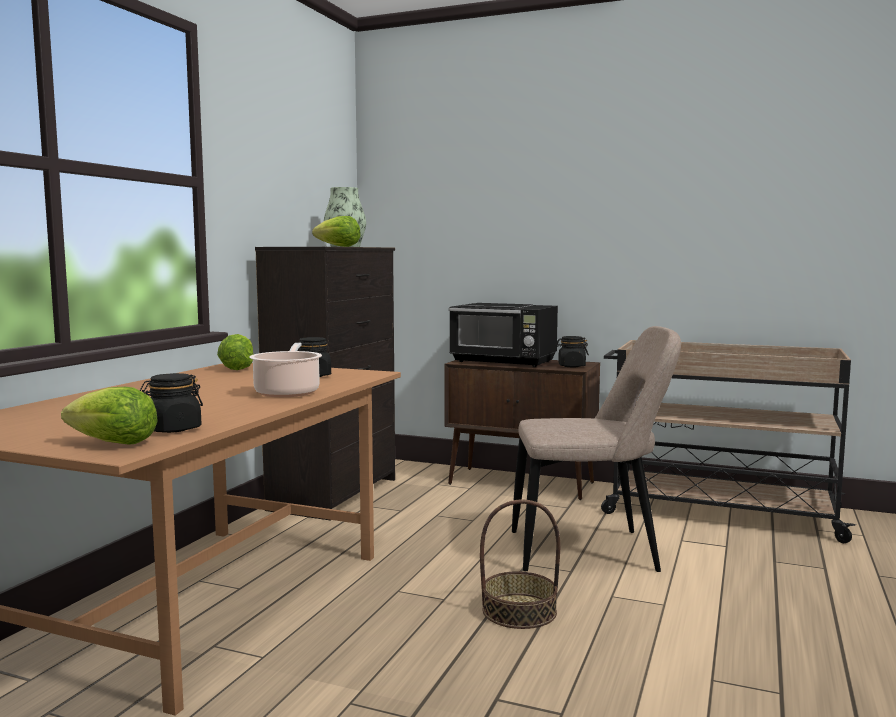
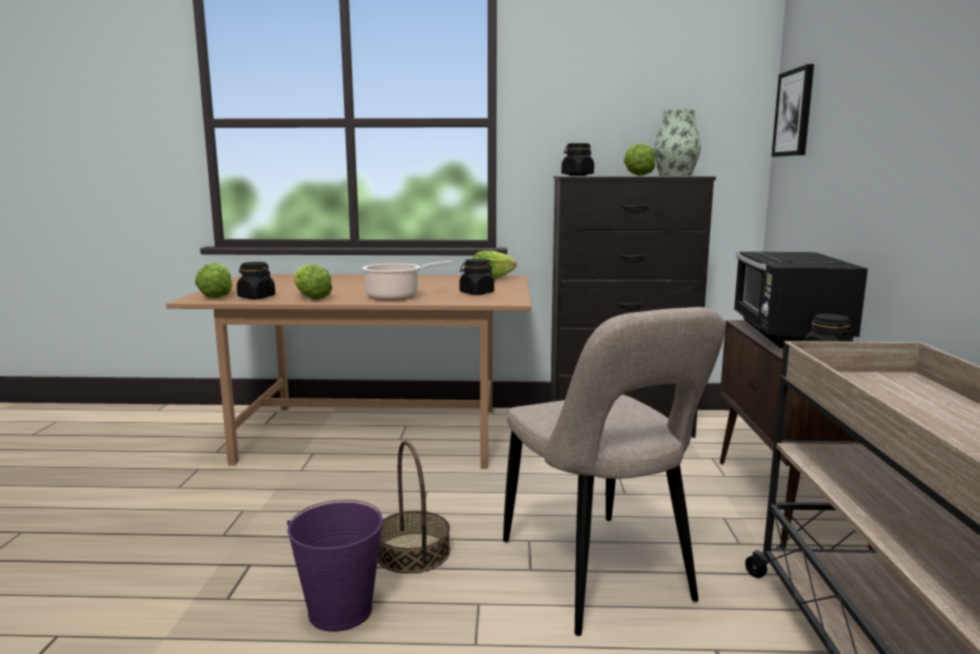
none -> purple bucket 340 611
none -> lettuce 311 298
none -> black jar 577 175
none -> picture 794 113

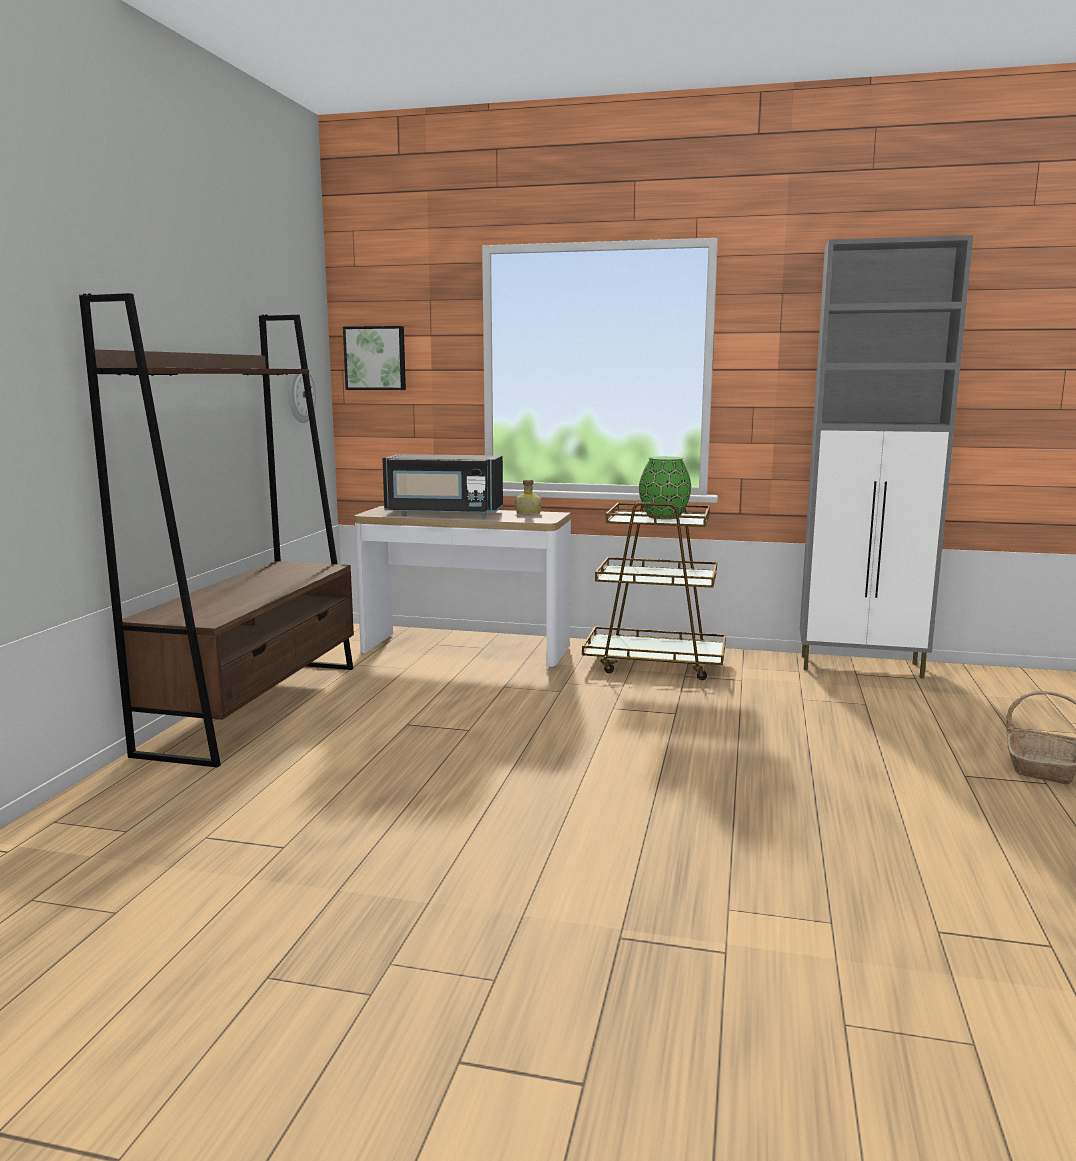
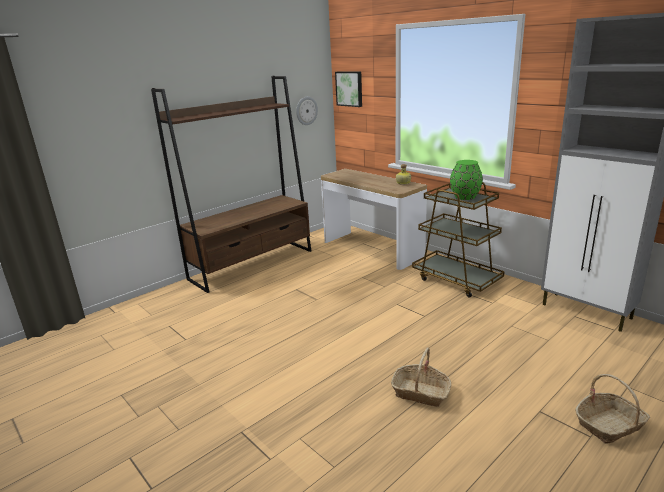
black microwave 443 513 -> none
none -> basket 420 392

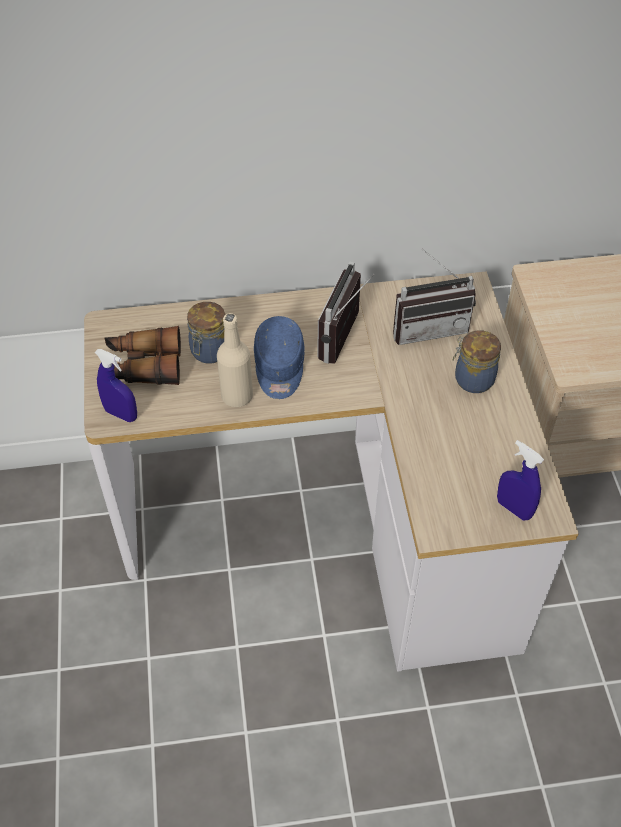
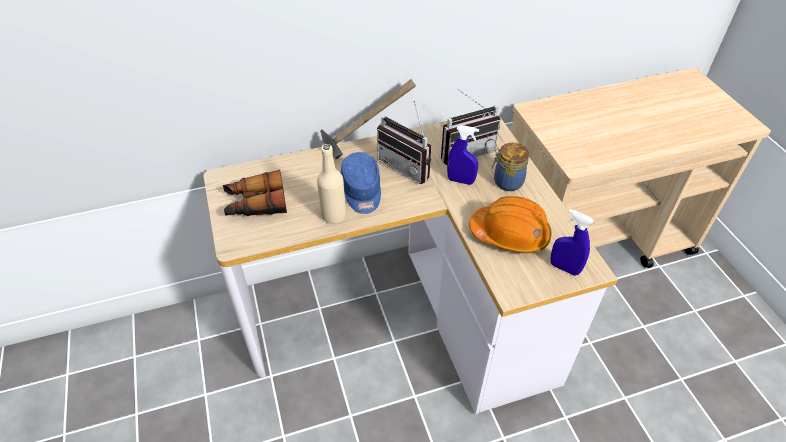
blue spray bottle 121 414 -> blue spray bottle 460 181, relocated
jar 209 352 -> none
radio 347 340 -> radio 408 166, 60 degrees counterclockwise
none -> hammer 365 142
none -> orange hard hat 510 234

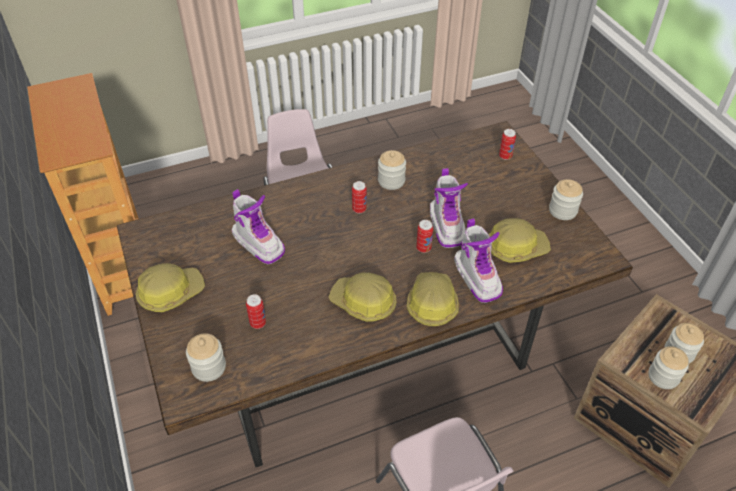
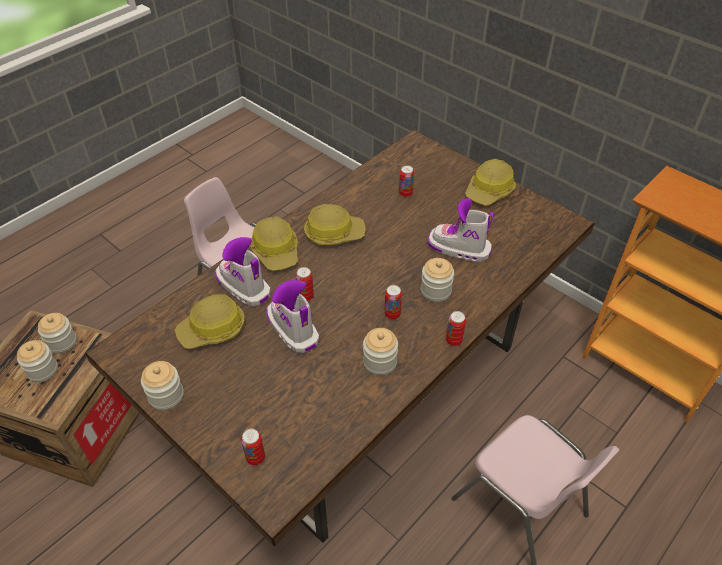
jar 209 367 -> jar 435 291, relocated
none -> can 453 341

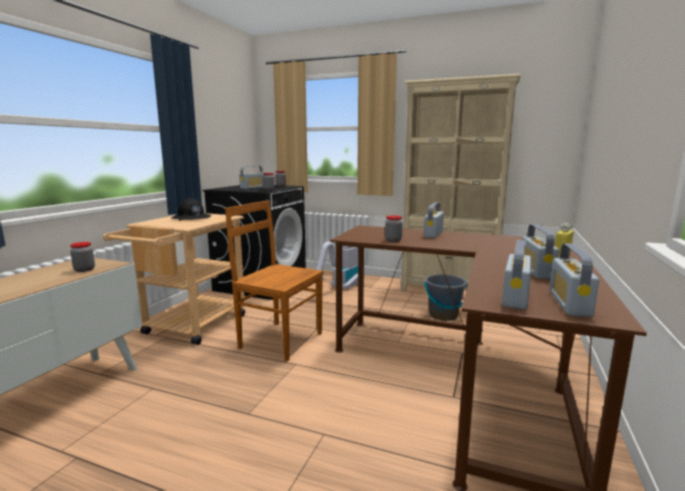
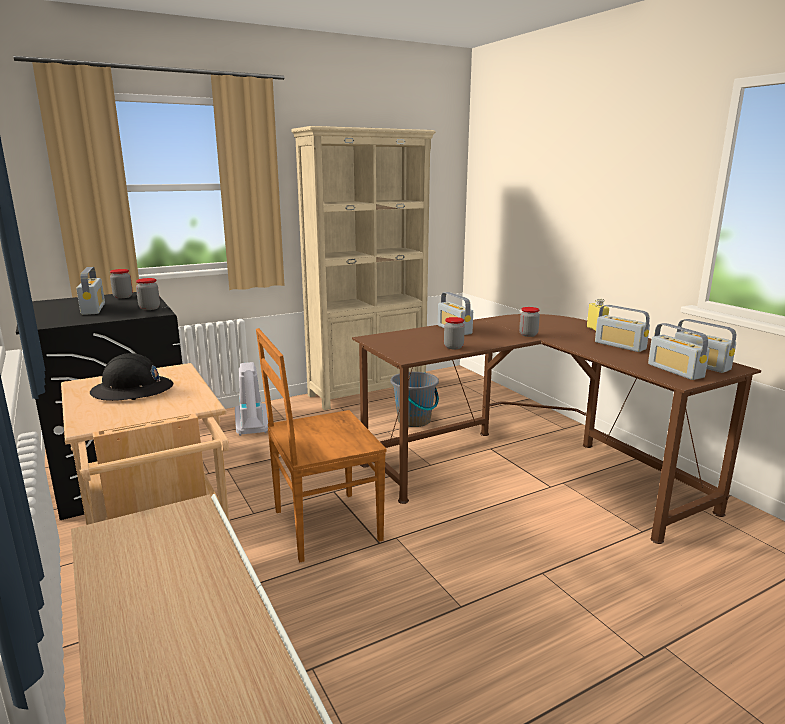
jar 84 270 -> jar 528 335, relocated

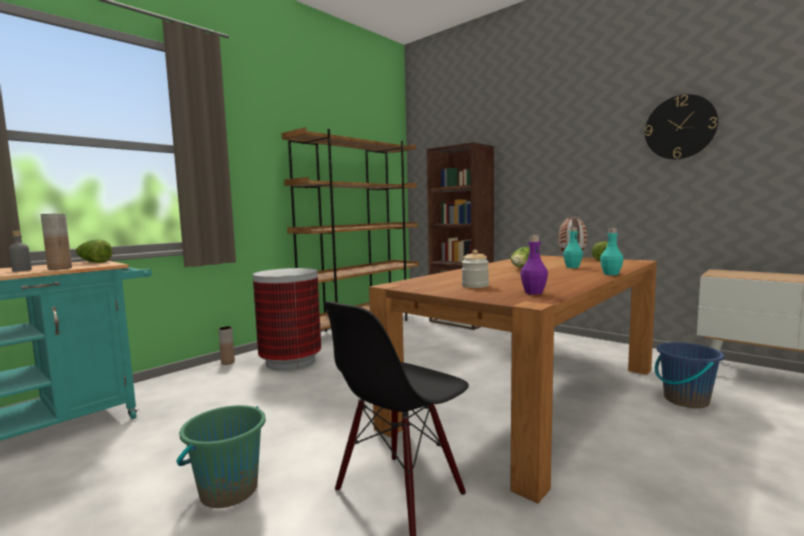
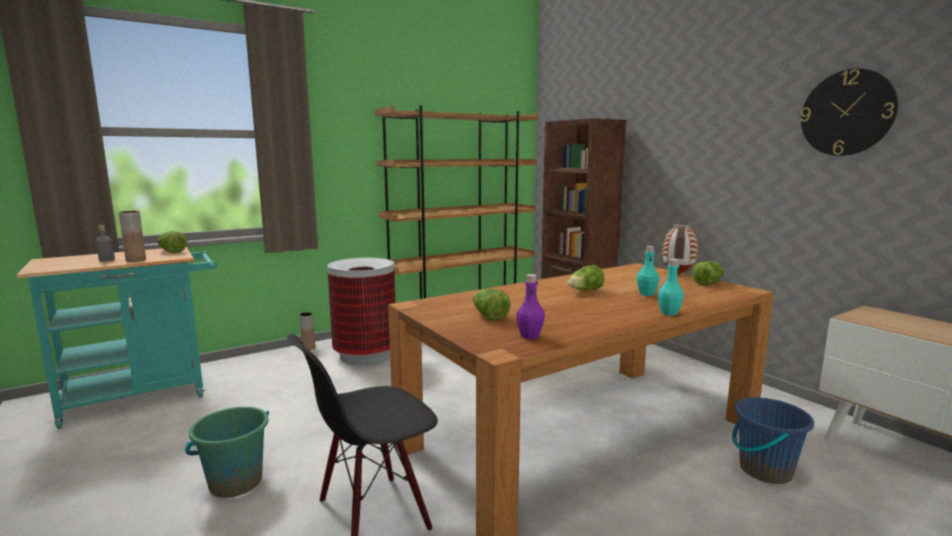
jar 475 286 -> lettuce 489 316

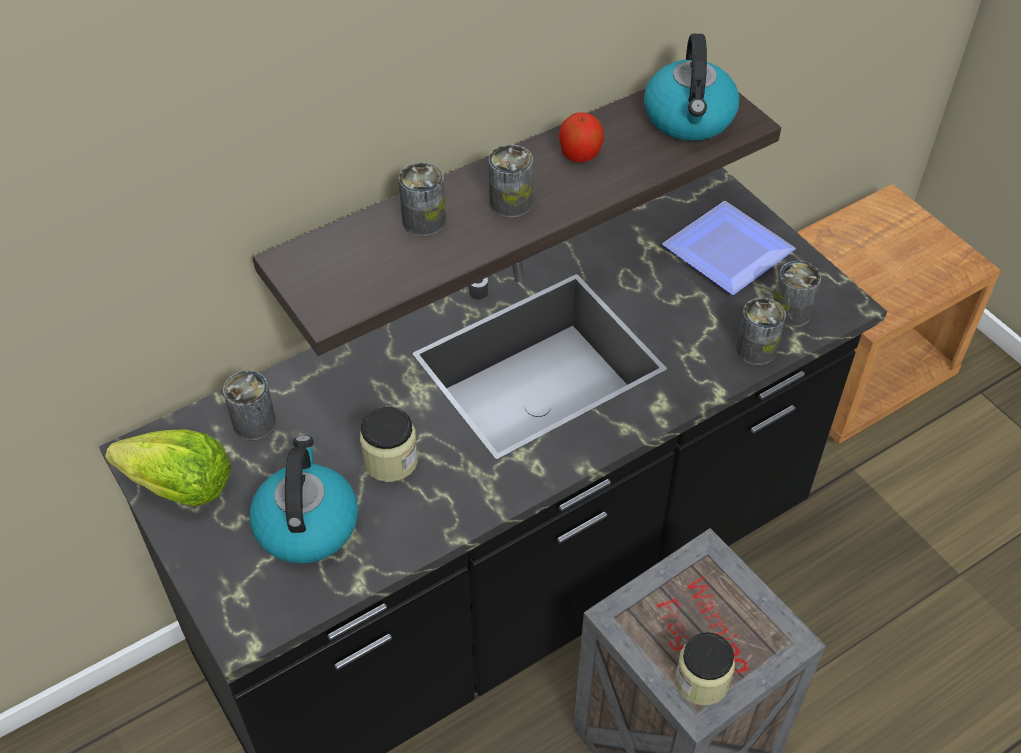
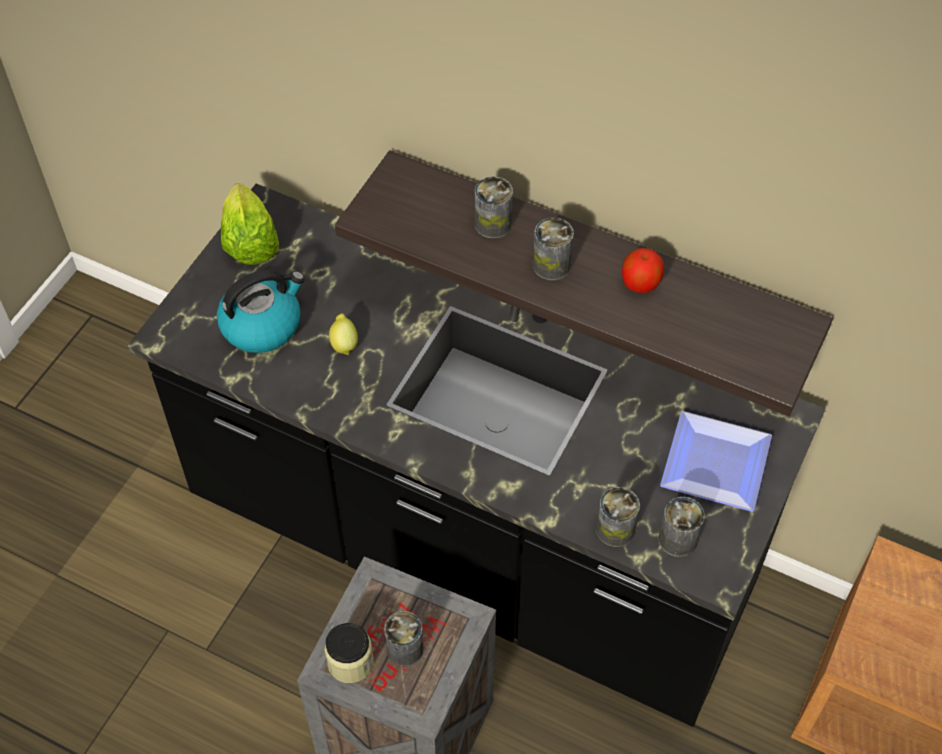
can 254 423 -> can 405 649, relocated
jar 390 460 -> lemon 344 343
kettle 689 119 -> none

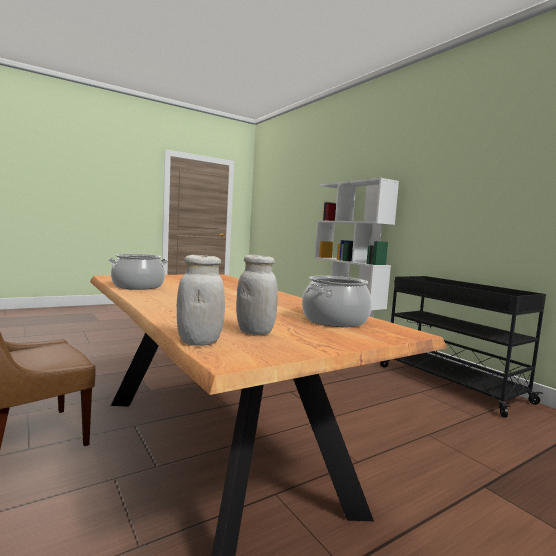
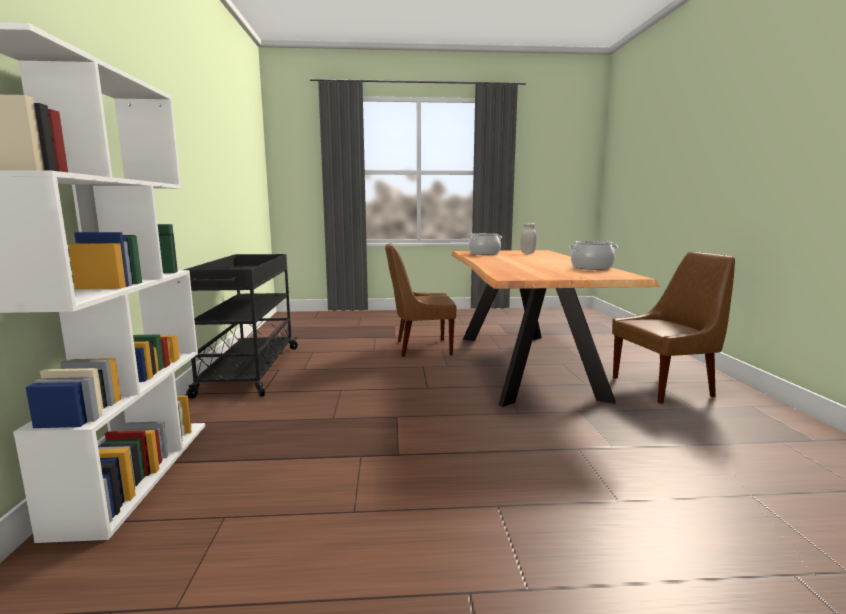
white jar 199 342 -> none
none -> brown chair 420 348

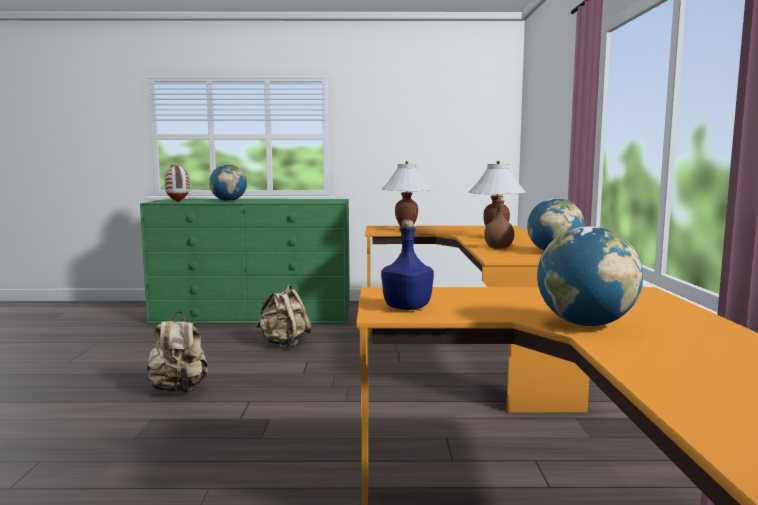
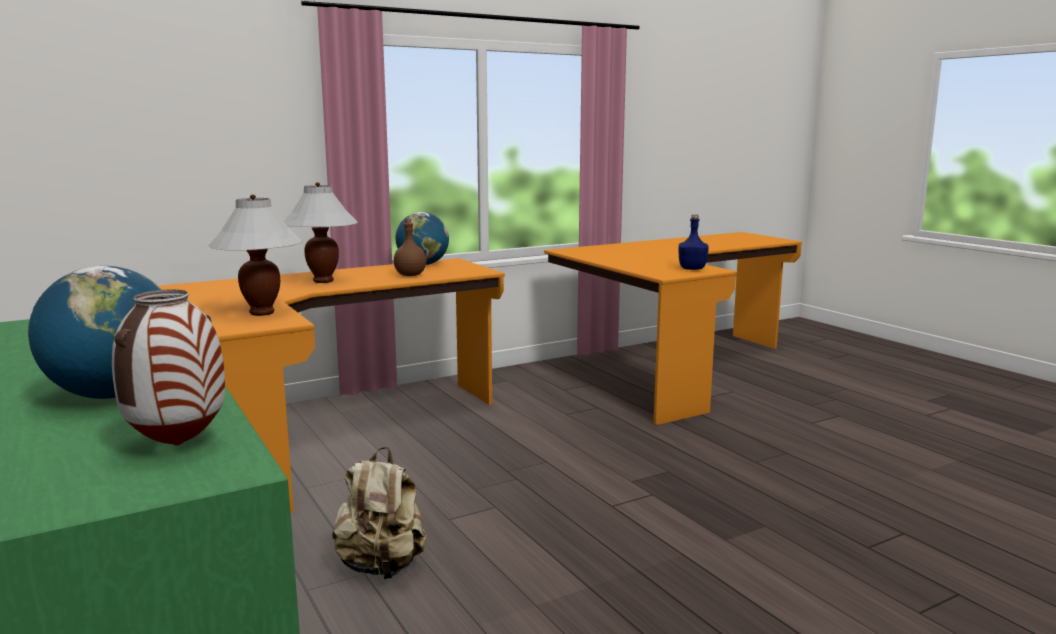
beige backpack 179 390 -> none
globe 585 324 -> none

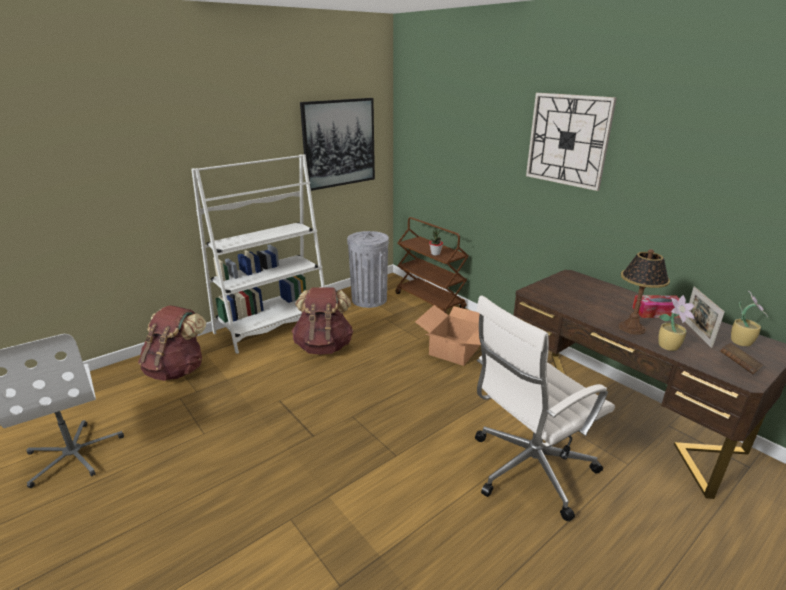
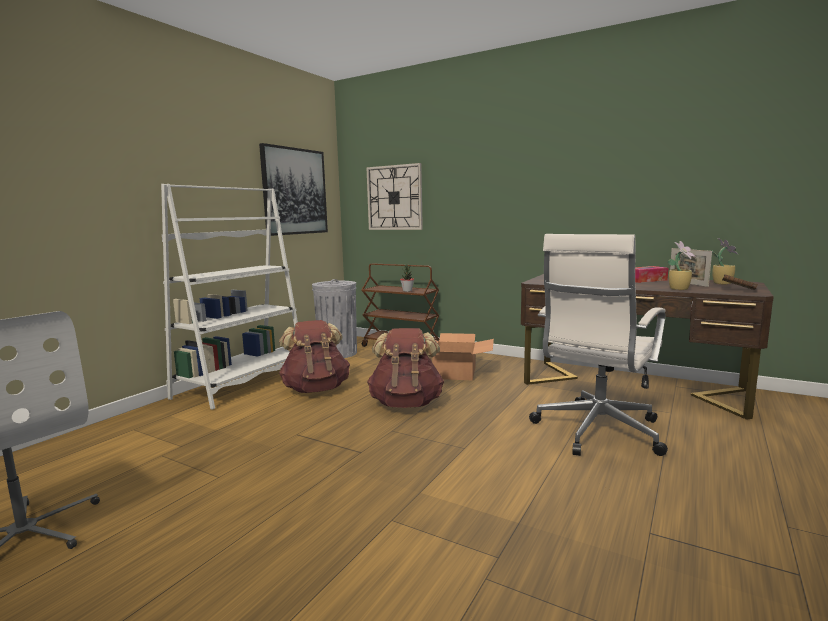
brown backpack 177 370 -> brown backpack 406 403, relocated
wall clock 568 140 -> wall clock 394 197, relocated
table lamp 632 328 -> none

